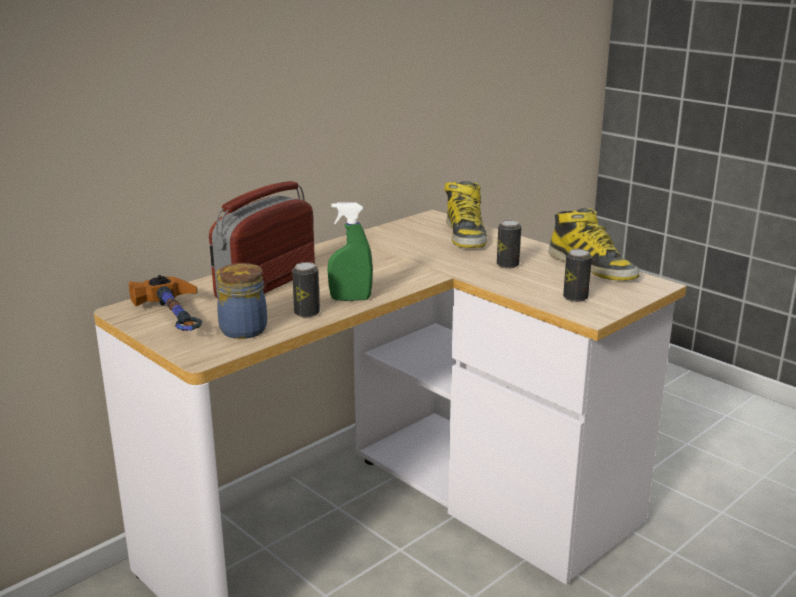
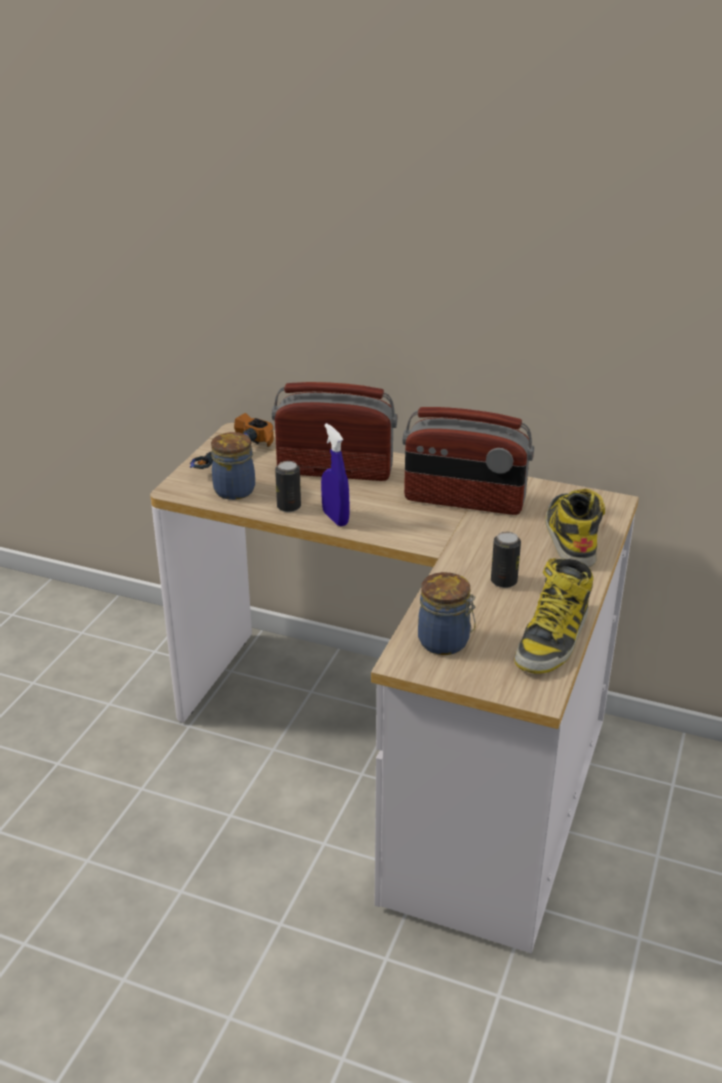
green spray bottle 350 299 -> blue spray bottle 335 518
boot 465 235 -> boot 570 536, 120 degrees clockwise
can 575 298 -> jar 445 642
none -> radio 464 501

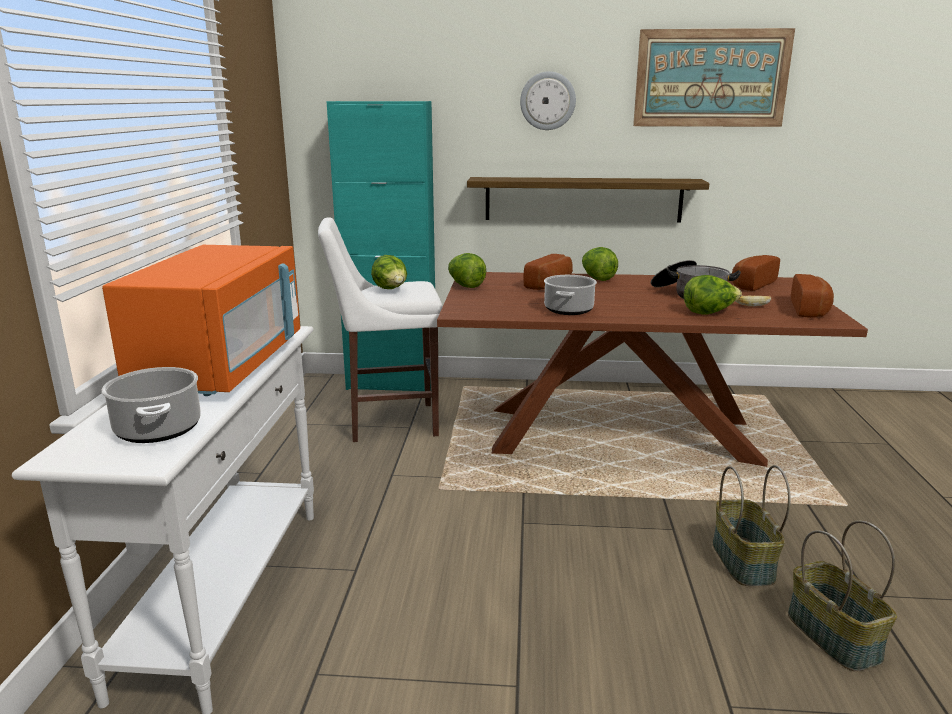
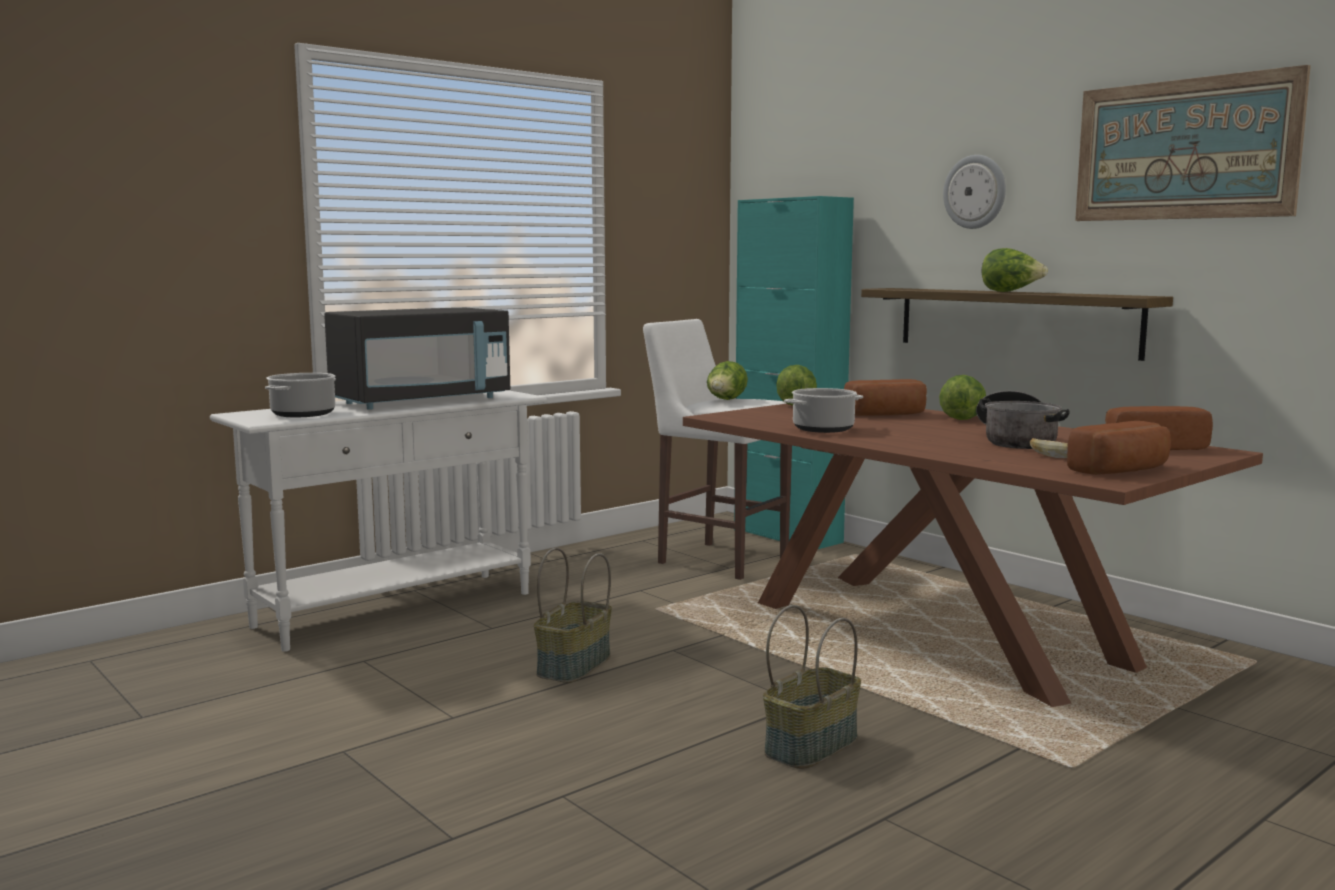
orange microwave 222 366 -> black microwave 421 401
lettuce 709 313 -> lettuce 1010 292, relocated
basket 835 637 -> basket 575 666, relocated

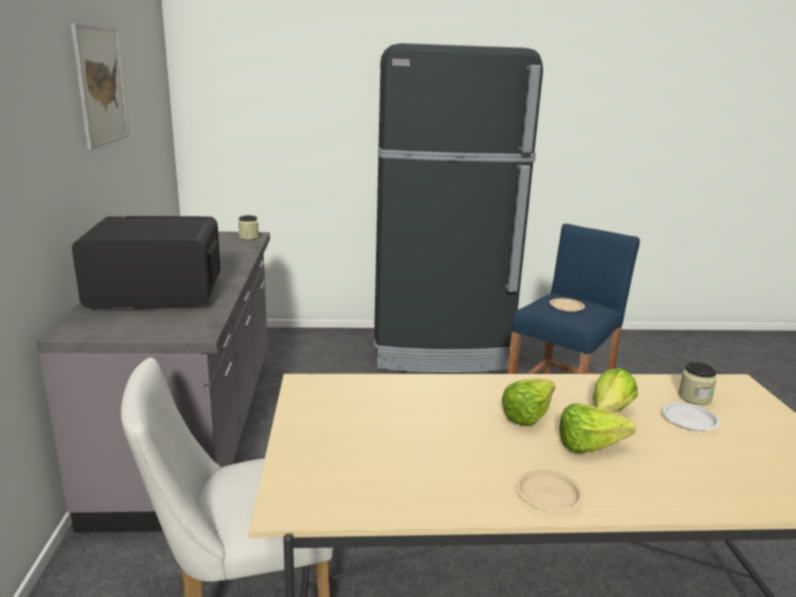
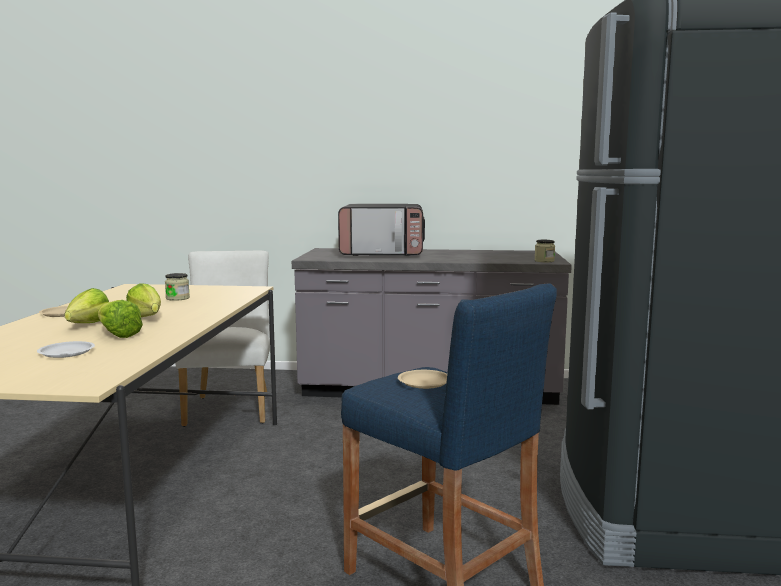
picture 101 85 -> none
microwave 155 294 -> microwave 383 253, 90 degrees clockwise
jar 694 397 -> jar 177 298, relocated

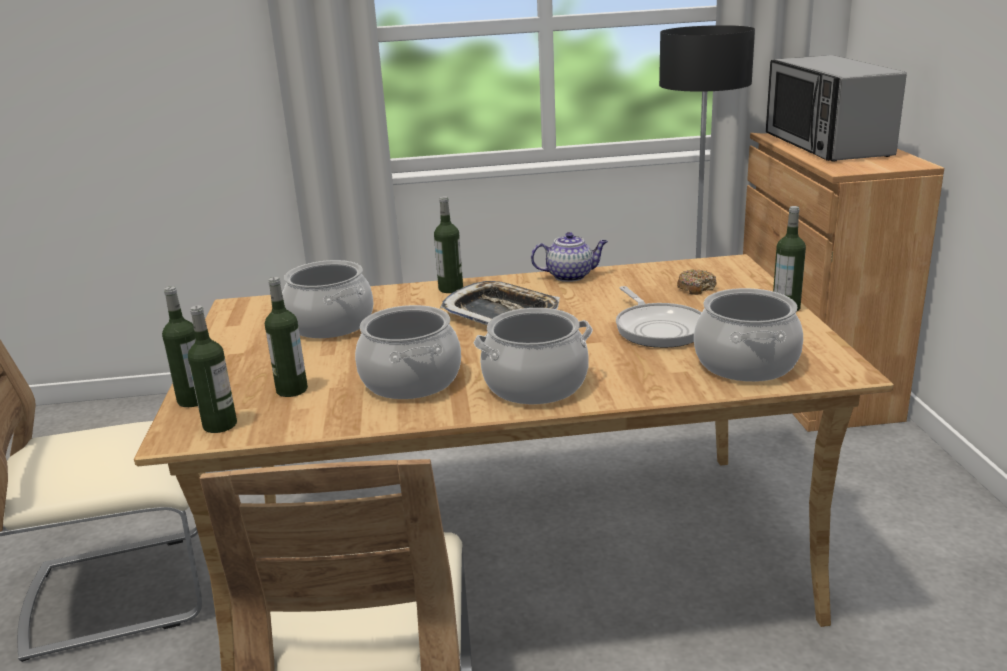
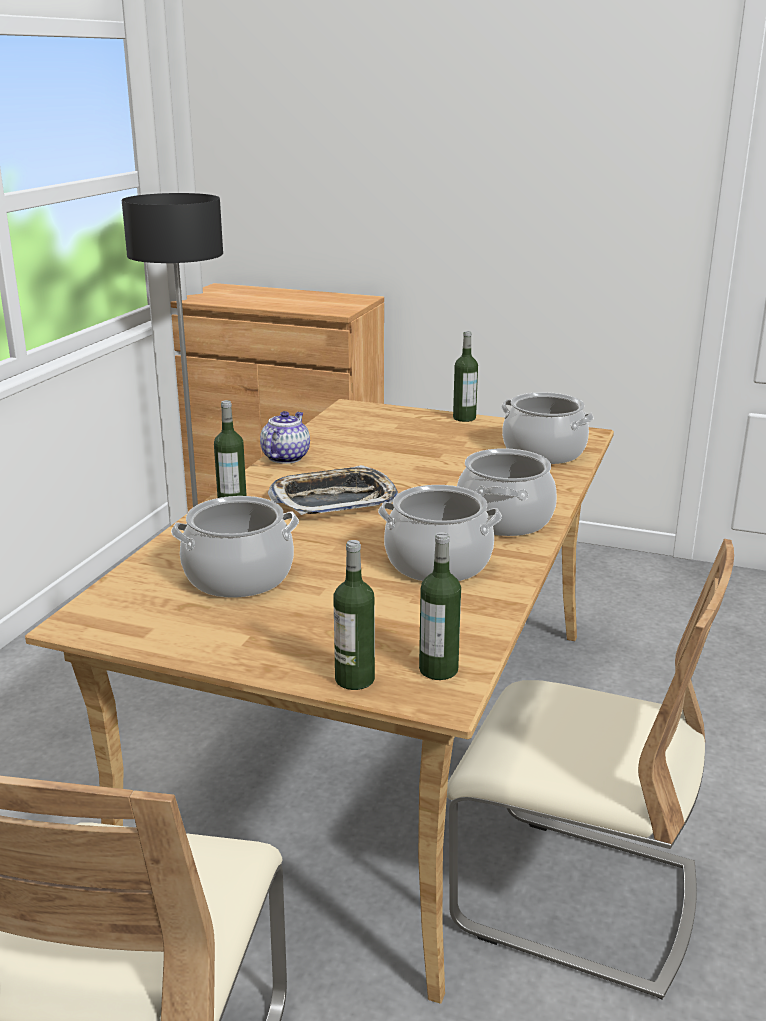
bottle 292 390 -> none
frying pan 658 328 -> none
donut 696 288 -> none
microwave 825 145 -> none

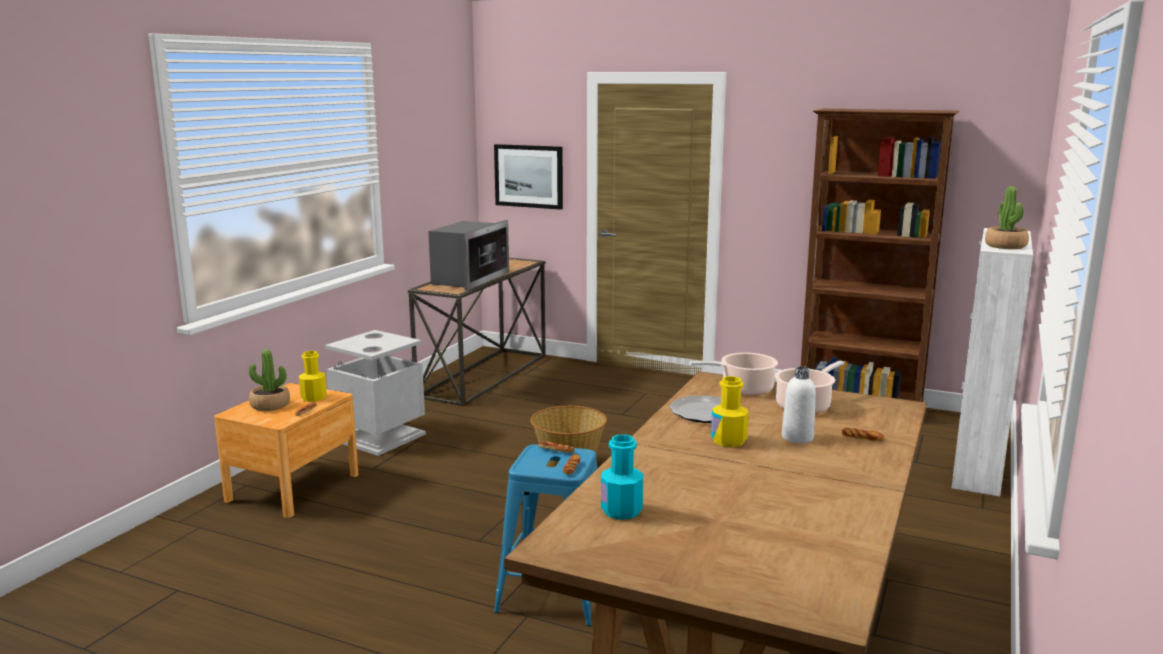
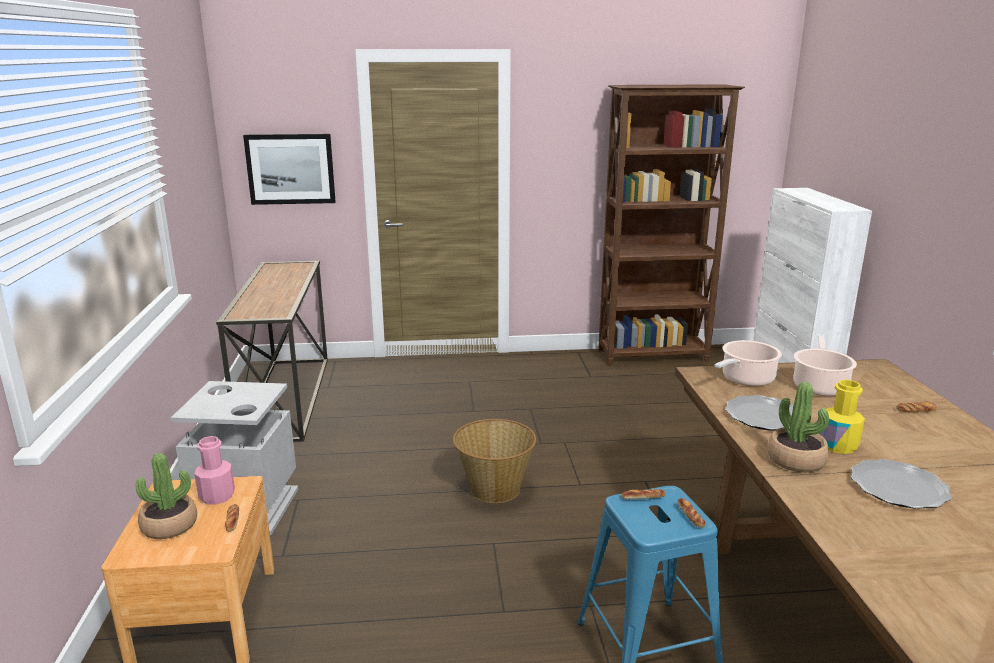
yellow bottle 313 397 -> pink bottle 217 496
microwave 469 279 -> none
turquoise bottle 621 510 -> none
white bottle 797 437 -> none
potted plant 1005 246 -> potted plant 796 460, relocated
none -> plate 897 487

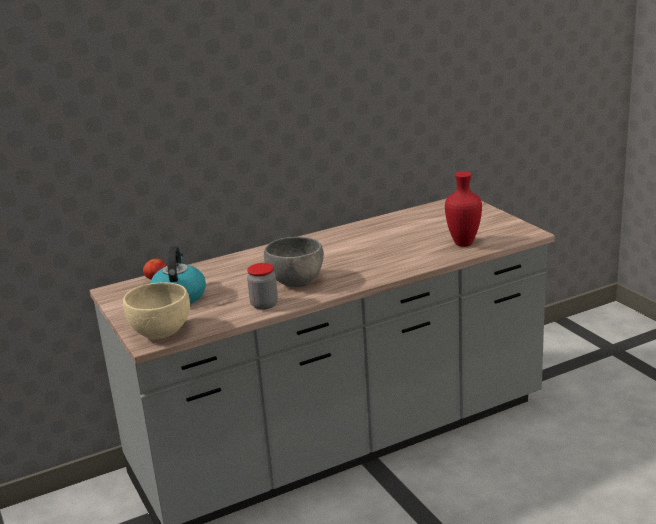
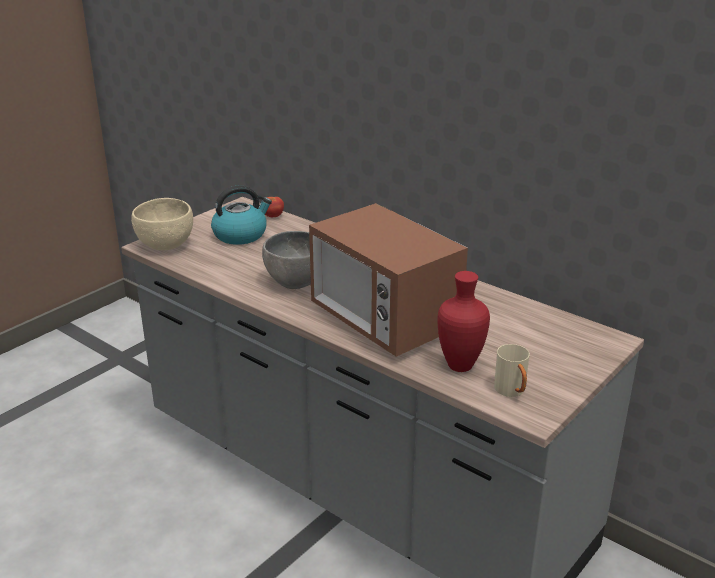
jar 264 304 -> none
none -> microwave 383 321
none -> beige mug 512 392

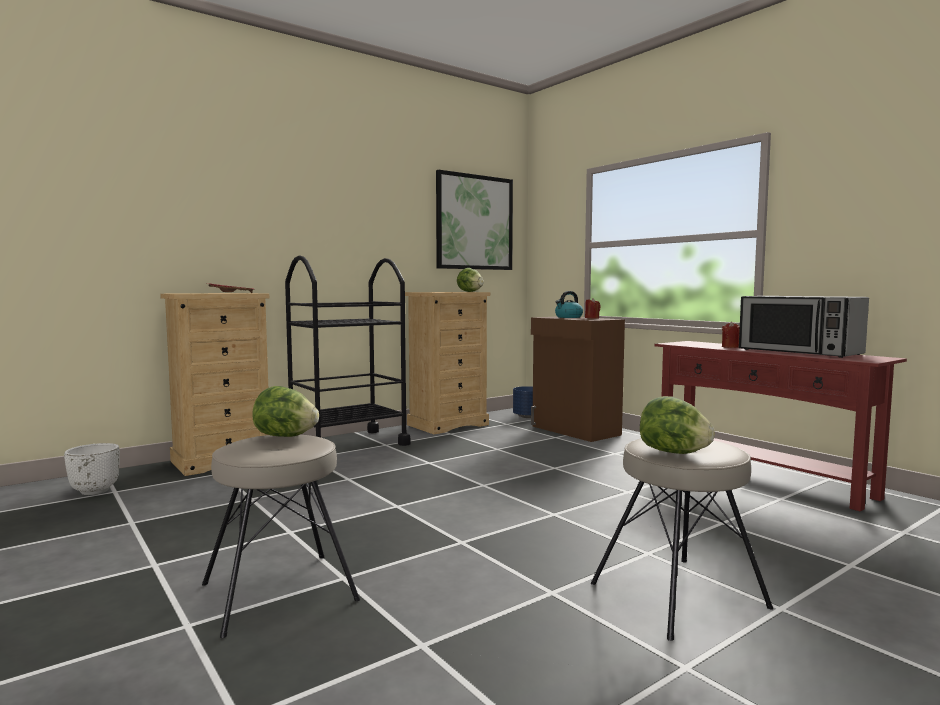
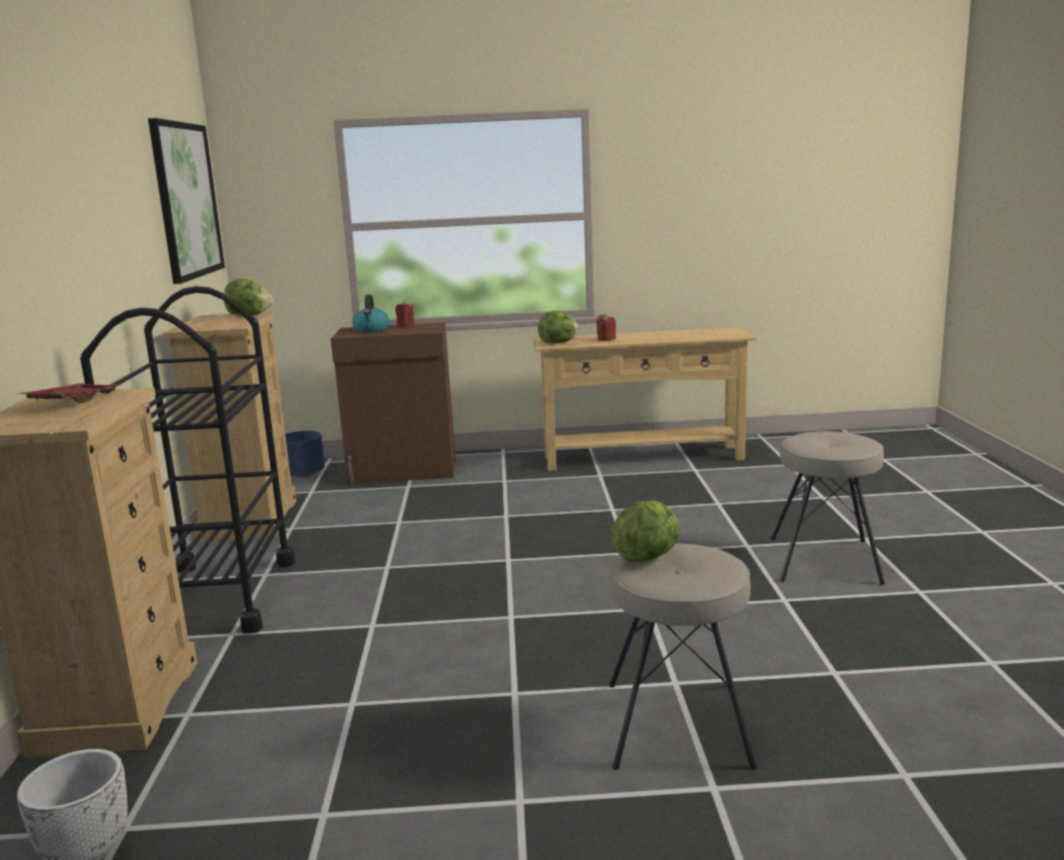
lettuce 673 453 -> lettuce 558 343, relocated
red console table 760 476 -> beige console table 642 457
microwave 799 352 -> none

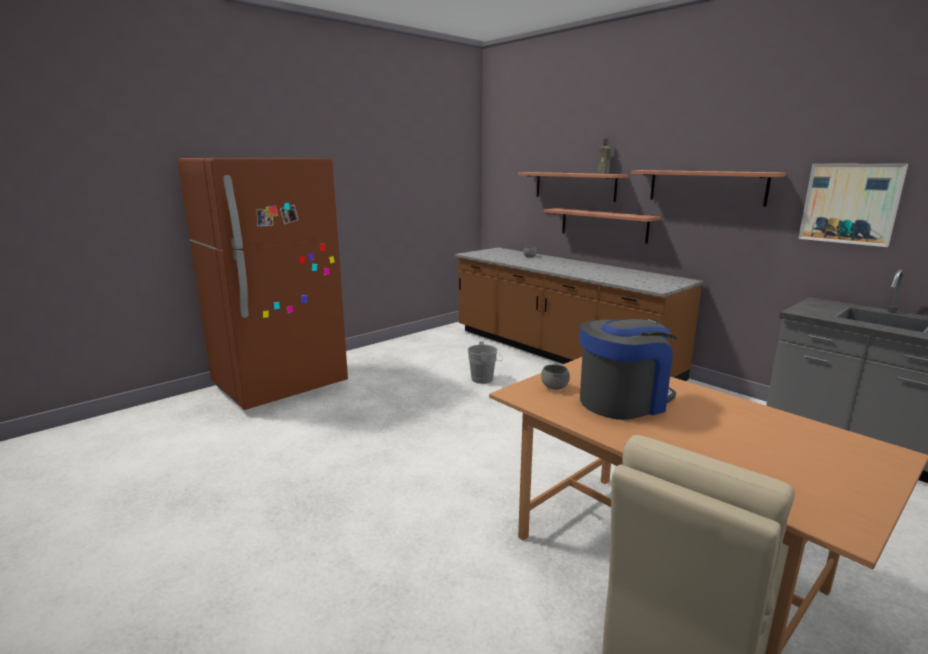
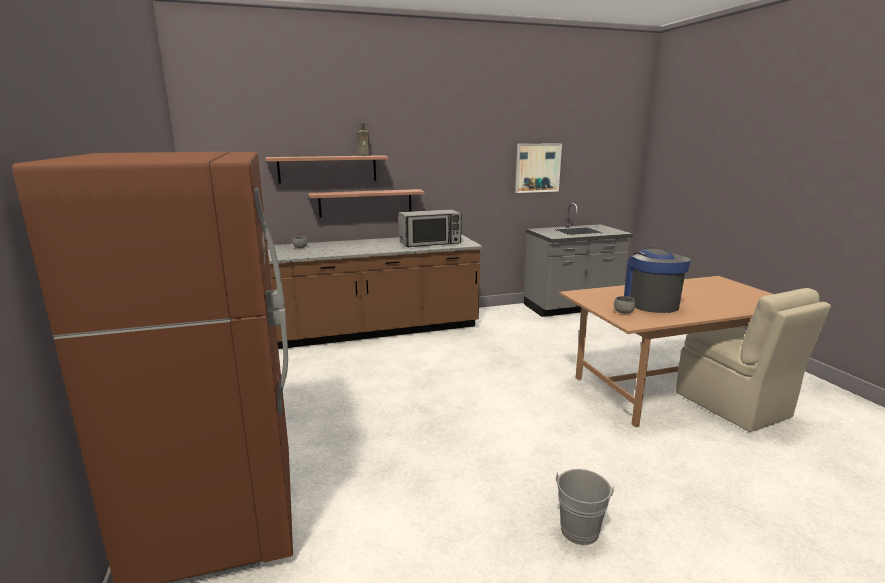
grey bucket 484 379 -> grey bucket 580 528, relocated
shelf 706 187 -> none
none -> microwave 430 243

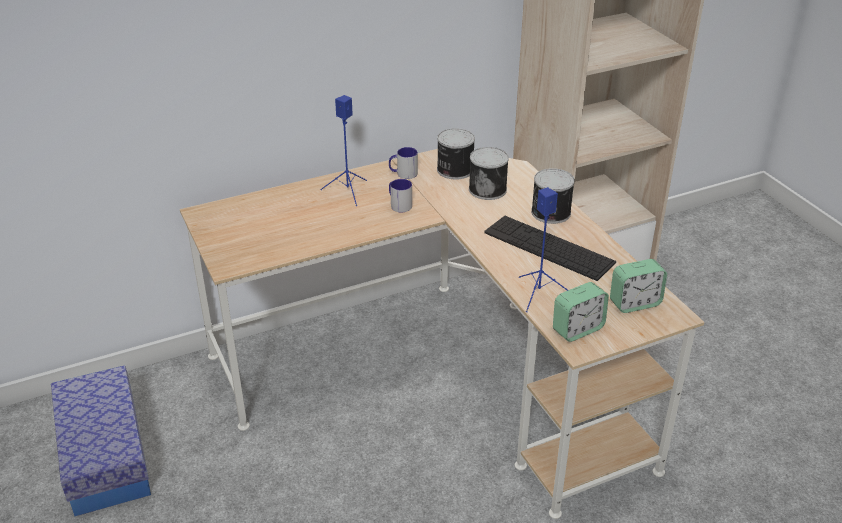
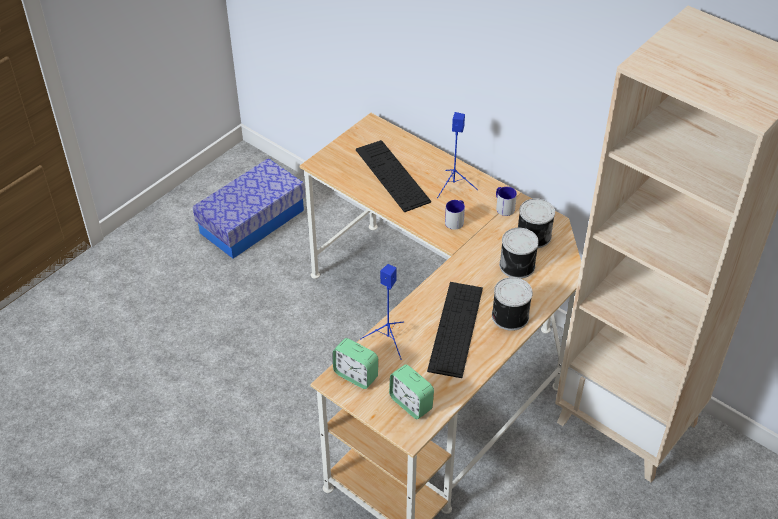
none -> keyboard 392 175

